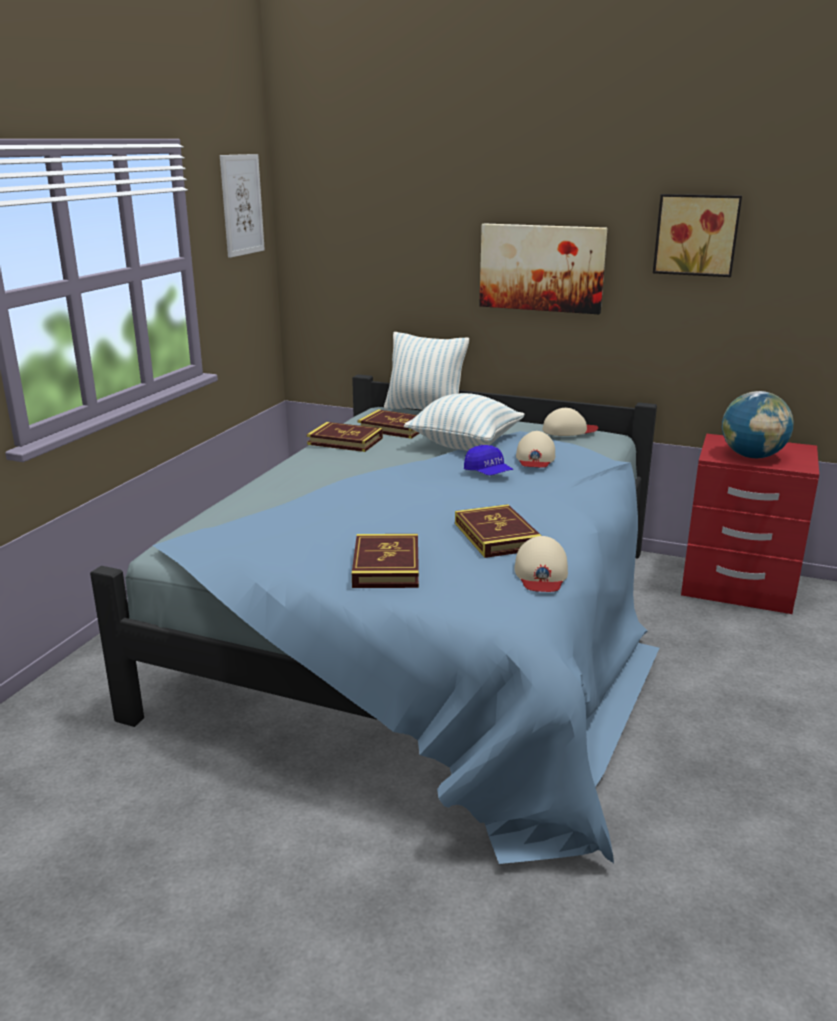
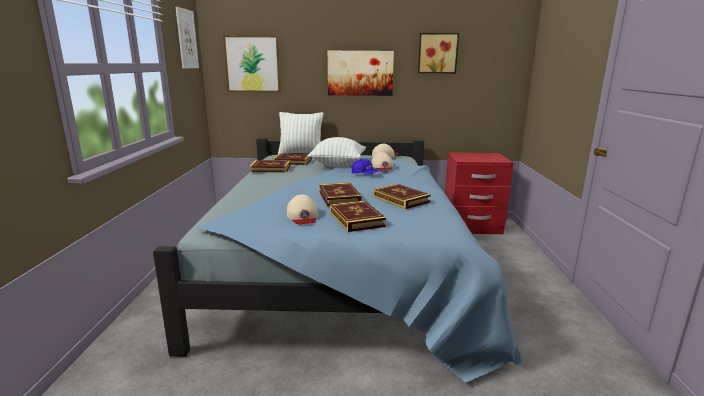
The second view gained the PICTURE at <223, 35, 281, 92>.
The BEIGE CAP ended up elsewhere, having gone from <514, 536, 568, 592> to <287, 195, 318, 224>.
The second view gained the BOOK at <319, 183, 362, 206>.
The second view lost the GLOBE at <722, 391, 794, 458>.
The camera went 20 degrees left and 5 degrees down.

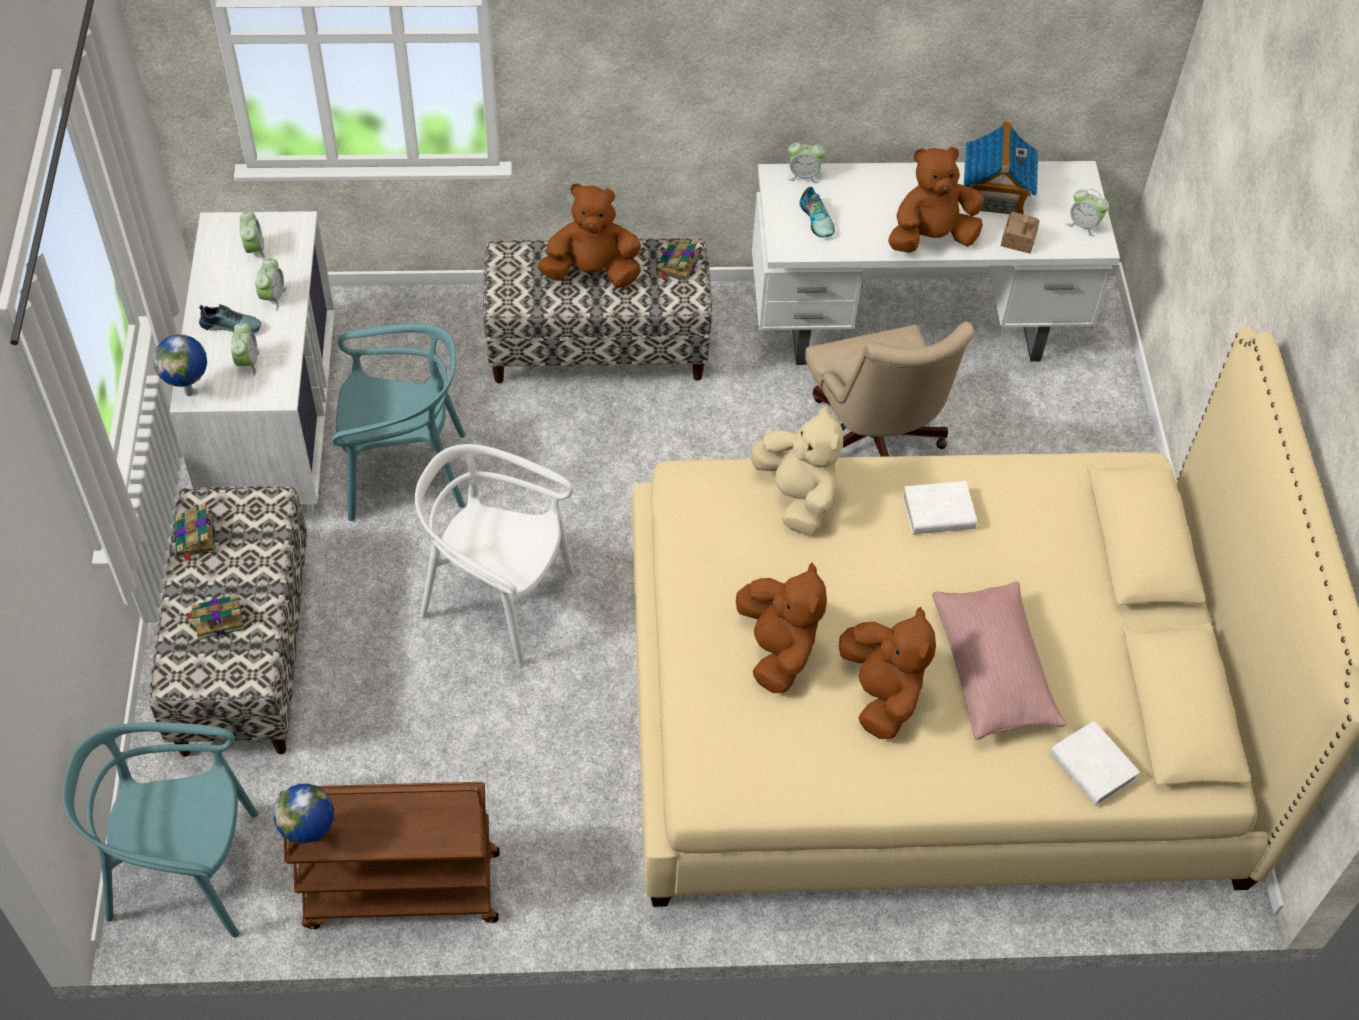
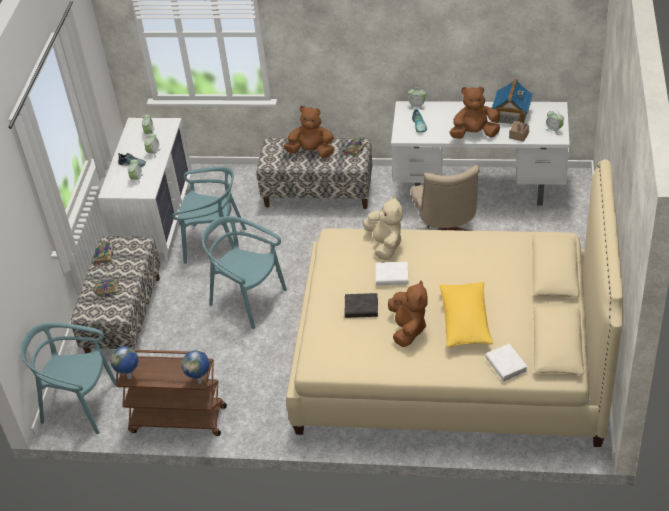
The GLOBE ended up elsewhere, having gone from <153, 334, 207, 396> to <182, 350, 210, 384>.
What was the WHITE CHAIR at <415, 444, 575, 667> turned into the TURQUOISE CHAIR at <202, 216, 287, 329>.
Where the BROWN PLUSH TOY stood at <736, 563, 827, 693>, the BLACK BOOK came to stand at <345, 293, 378, 318>.
The WHITE BOOK ended up elsewhere, having gone from <903, 481, 977, 534> to <376, 262, 408, 286>.
What was the PINK PILLOW at <932, 581, 1066, 740> turned into the YELLOW PILLOW at <440, 282, 493, 348>.
The camera went 15 degrees right and 10 degrees down.

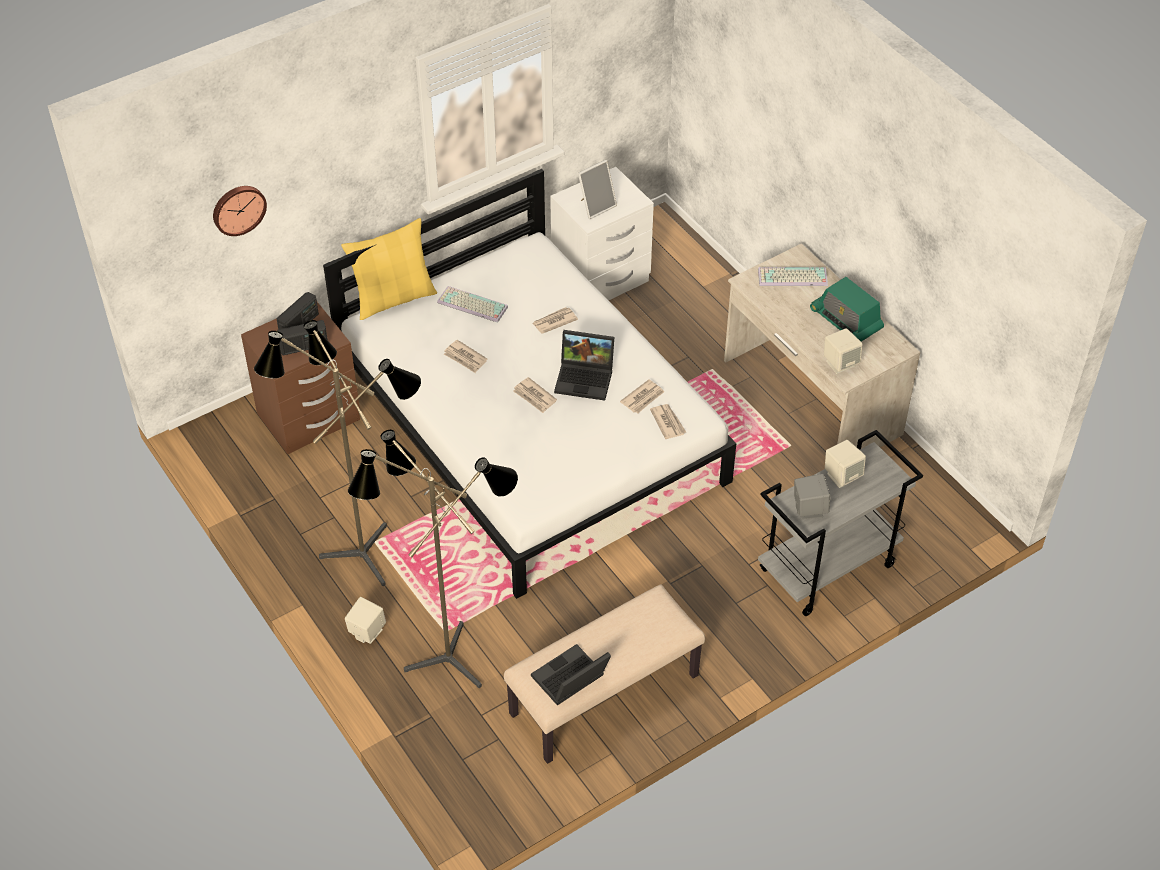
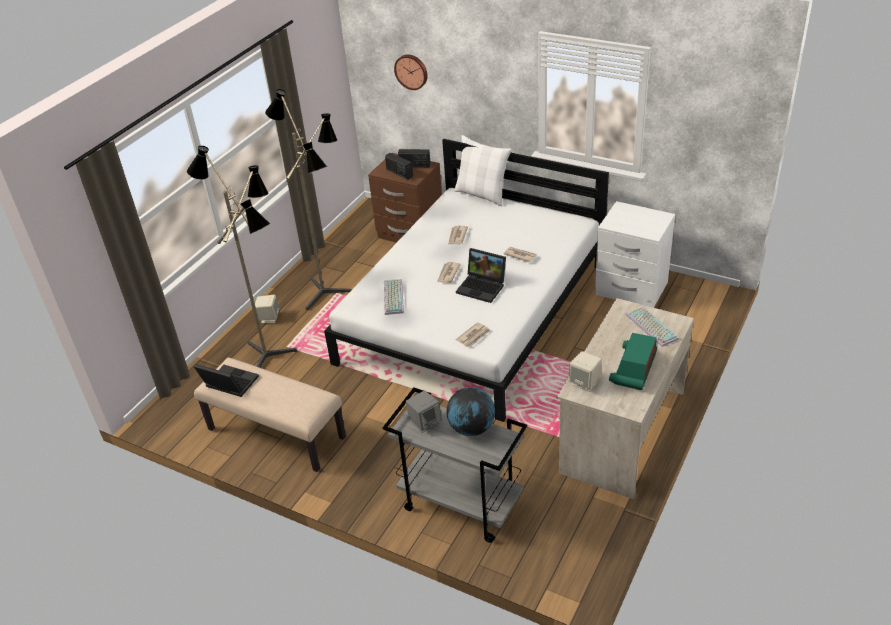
The KEYBOARD ended up elsewhere, having gone from <437, 286, 508, 323> to <384, 279, 404, 315>.
Where the BEIGE SPEAKER stood at <825, 440, 866, 488>, the GLOBE came to stand at <446, 387, 495, 436>.
What was the YELLOW PILLOW at <341, 218, 437, 320> turned into the WHITE PILLOW at <454, 135, 512, 206>.
The LAPTOP at <554, 330, 614, 401> ended up facing another way, 45 degrees counterclockwise from before.
The second view lost the PICTURE FRAME at <578, 160, 617, 219>.
The second view lost the NEWSPAPER at <620, 380, 664, 413>.
The camera went 65 degrees right and 10 degrees down.

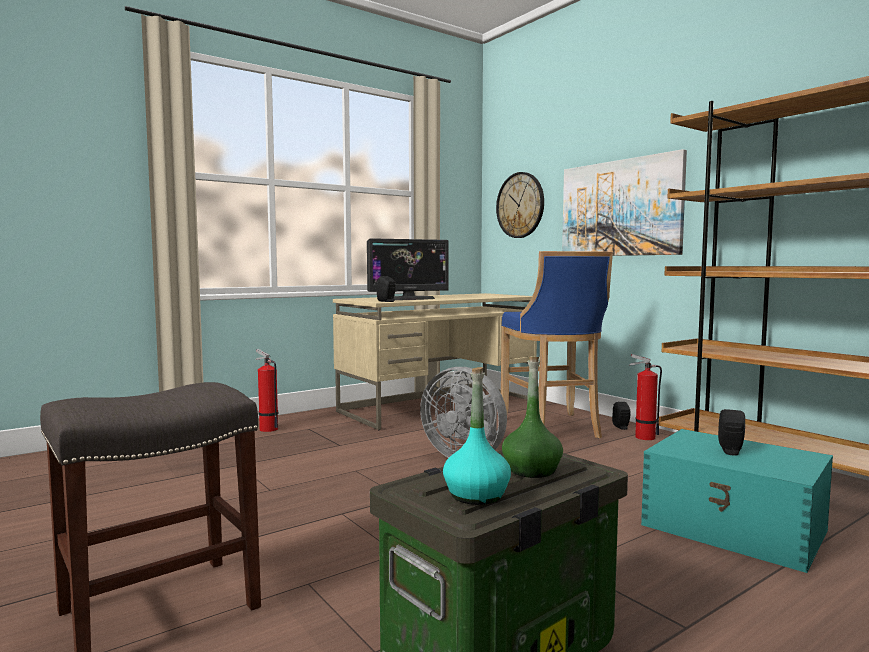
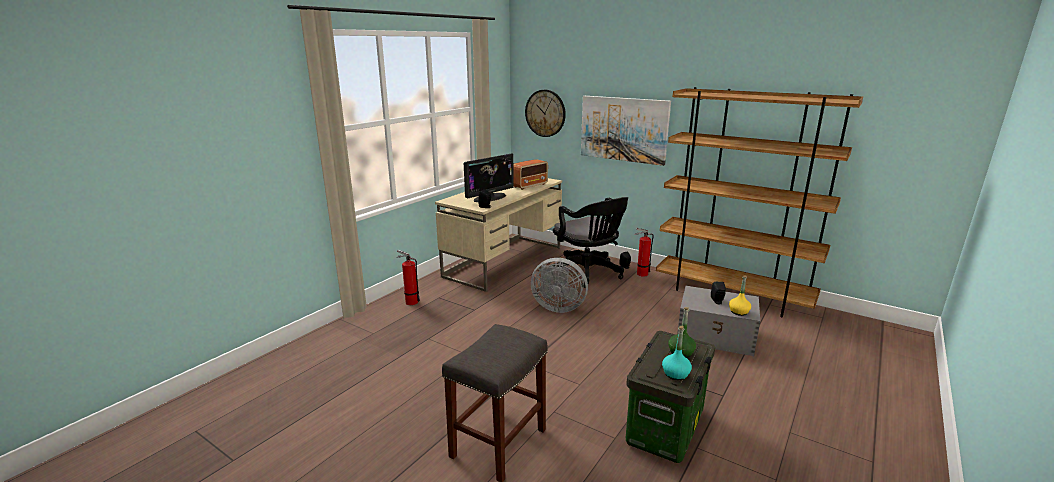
The second view gained the RADIO at <513, 159, 548, 190>.
Where the BLUE STOOL stood at <501, 251, 613, 438>, the BLACK OFFICE CHAIR came to stand at <553, 197, 628, 288>.
What was the TURQUOISE STORAGE BOX at <641, 429, 833, 573> turned into the GREY STORAGE BOX at <677, 286, 760, 356>.
The second view gained the YELLOW BOTTLE at <729, 275, 751, 316>.
The camera went 20 degrees left and 15 degrees up.

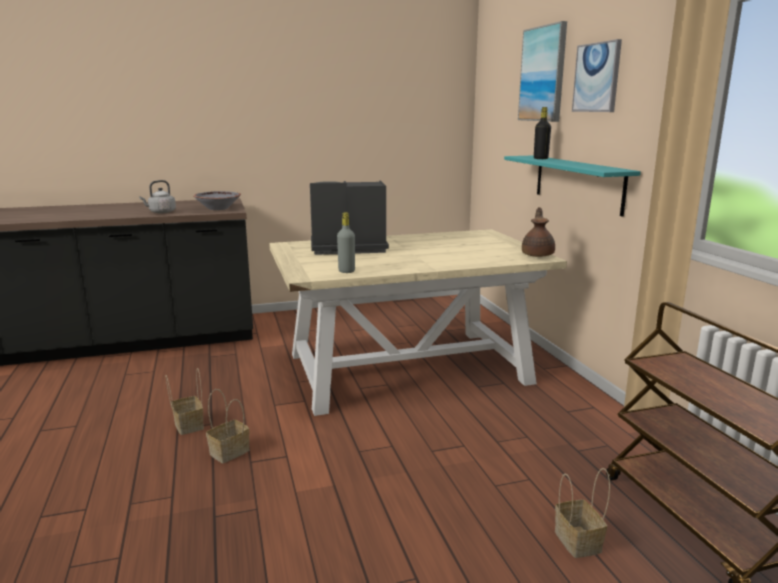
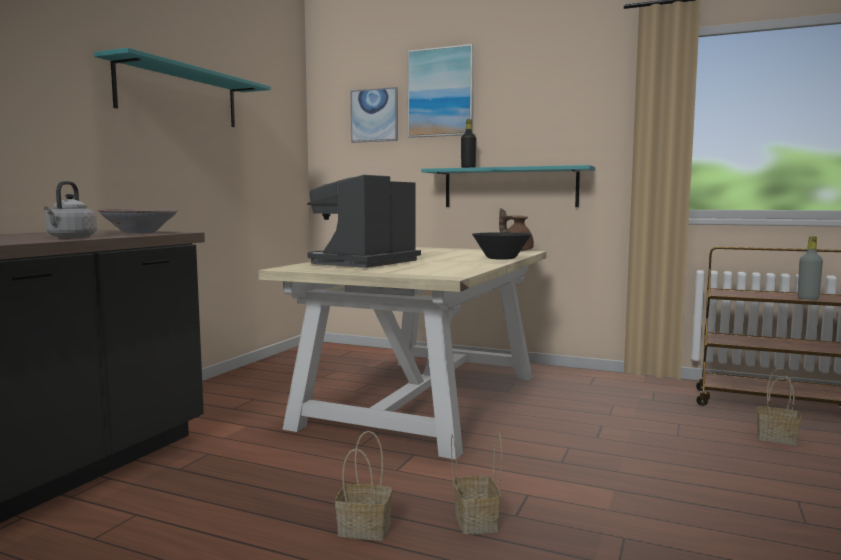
The second view gained the TURQUOISE SHELF at <94, 48, 271, 127>.
The PICTURE ended up elsewhere, having gone from <572, 39, 622, 112> to <350, 87, 398, 143>.
The second view gained the BLACK BOWL at <472, 232, 532, 260>.
The GREY BOTTLE ended up elsewhere, having gone from <337, 212, 355, 273> to <797, 236, 823, 300>.
The camera went 50 degrees left and 10 degrees down.

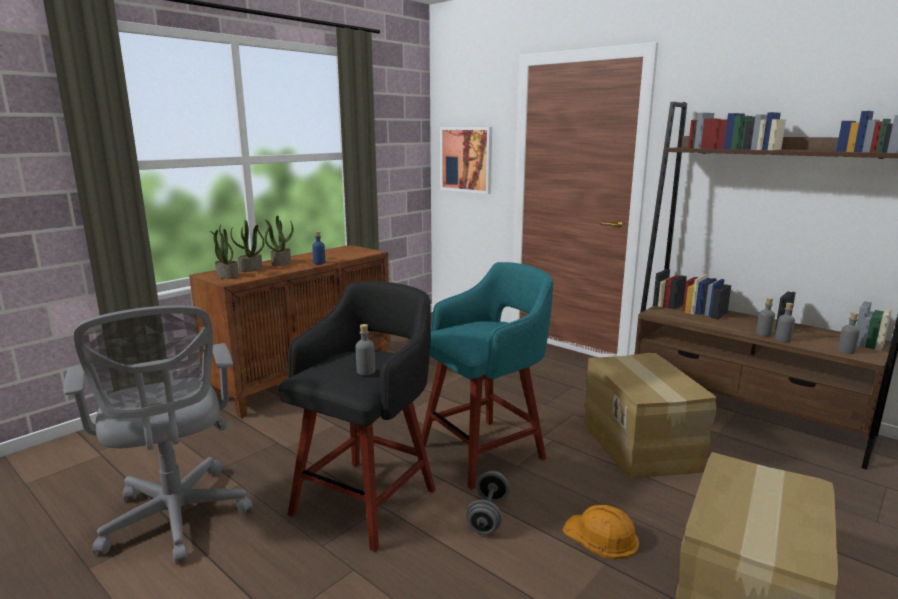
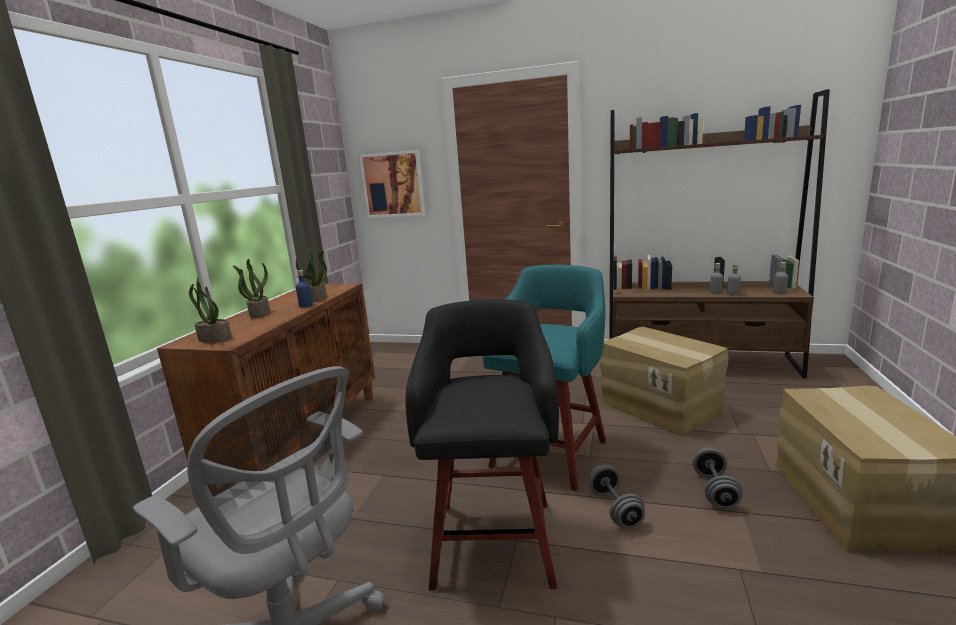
The POTTED PLANT ended up elsewhere, having gone from <230, 220, 264, 272> to <296, 248, 327, 302>.
Where the ORANGE HARD HAT stood at <563, 505, 639, 559>, the GREY DUMBBELL came to stand at <693, 448, 743, 509>.
The second view lost the GREY BOTTLE at <355, 324, 375, 375>.
The camera went 25 degrees left and 0 degrees up.

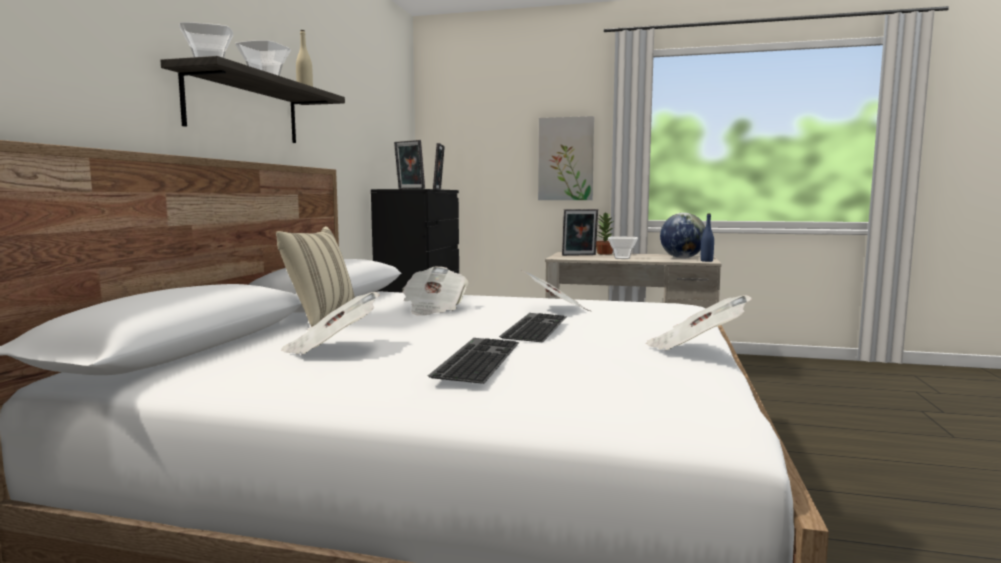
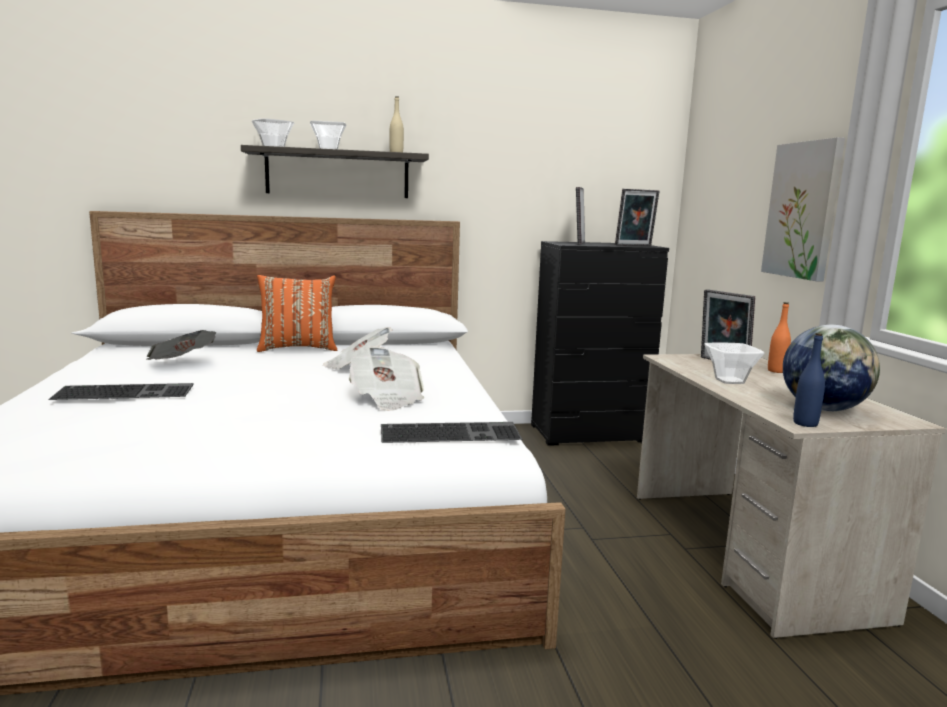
What was the BEIGE PILLOW at <276, 227, 355, 327> turned into the ORANGE PILLOW at <257, 275, 337, 352>.
The KEYBOARD ended up elsewhere, having gone from <499, 313, 567, 342> to <381, 422, 522, 443>.
Where the POTTED PLANT stood at <596, 212, 614, 255>, the ORANGE BOTTLE came to stand at <768, 302, 791, 373>.
The second view lost the NEWSPAPER at <646, 295, 752, 351>.
The camera went 65 degrees right and 5 degrees up.

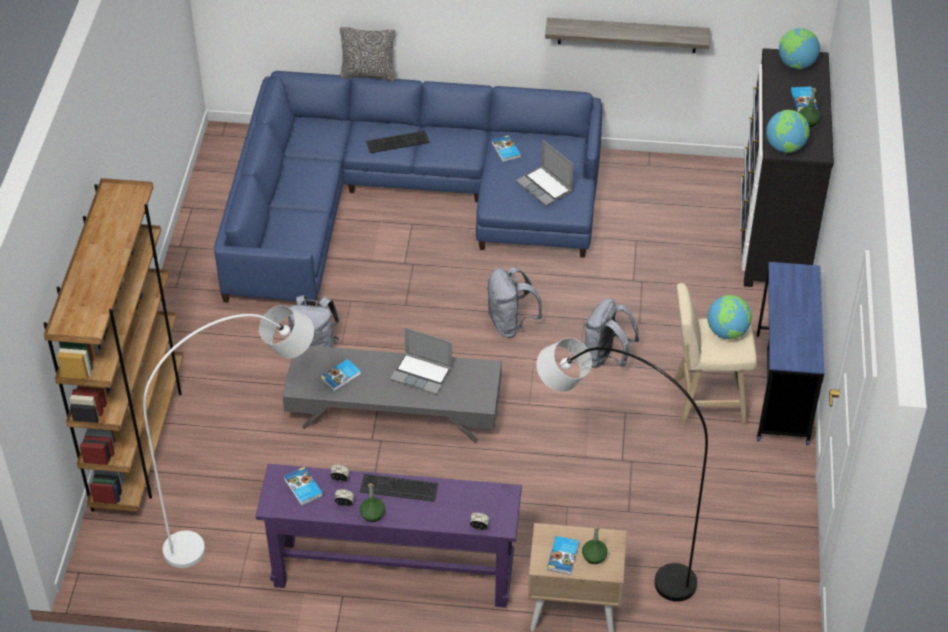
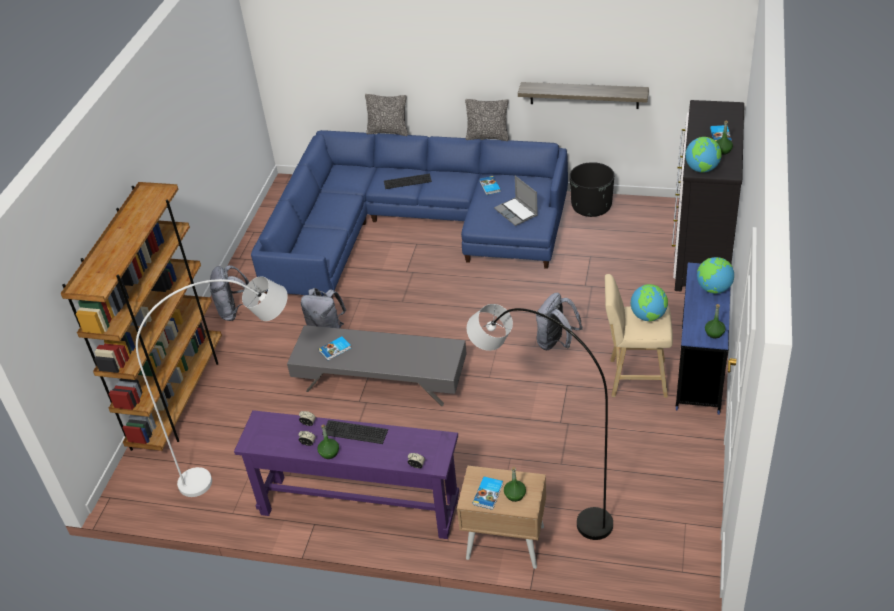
The GREY BACKPACK ended up elsewhere, having gone from <487, 267, 543, 338> to <210, 265, 249, 321>.
The second view gained the PILLOW at <465, 99, 509, 141>.
The second view gained the BLACK PLANTER at <570, 162, 614, 217>.
The GLOBE ended up elsewhere, having gone from <779, 28, 820, 69> to <697, 257, 734, 294>.
The second view gained the GREEN BOTTLE at <705, 304, 725, 338>.
The second view lost the BOOK at <284, 467, 323, 505>.
The second view lost the LAPTOP at <390, 327, 452, 395>.
The camera went 10 degrees right and 5 degrees down.

